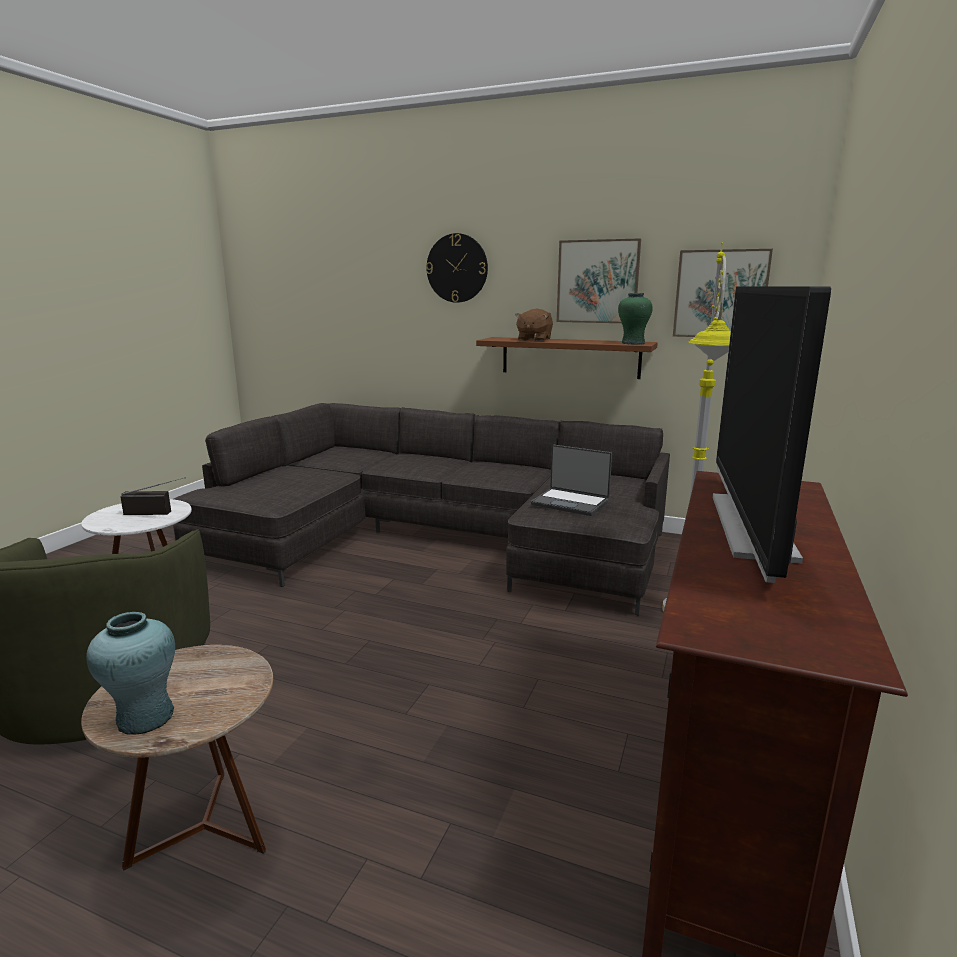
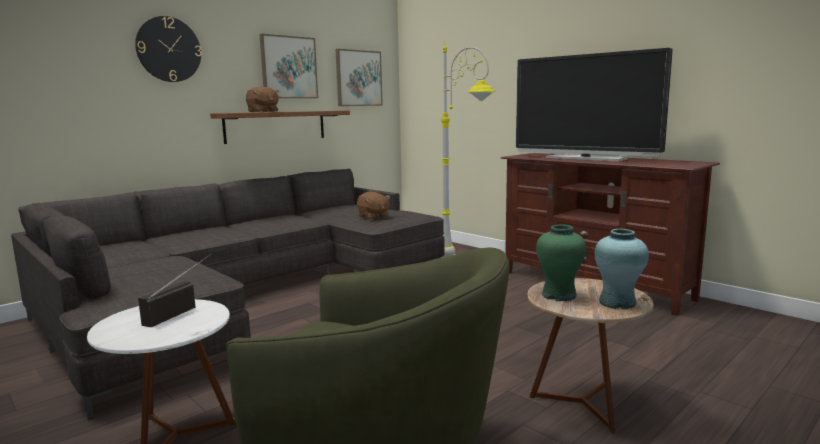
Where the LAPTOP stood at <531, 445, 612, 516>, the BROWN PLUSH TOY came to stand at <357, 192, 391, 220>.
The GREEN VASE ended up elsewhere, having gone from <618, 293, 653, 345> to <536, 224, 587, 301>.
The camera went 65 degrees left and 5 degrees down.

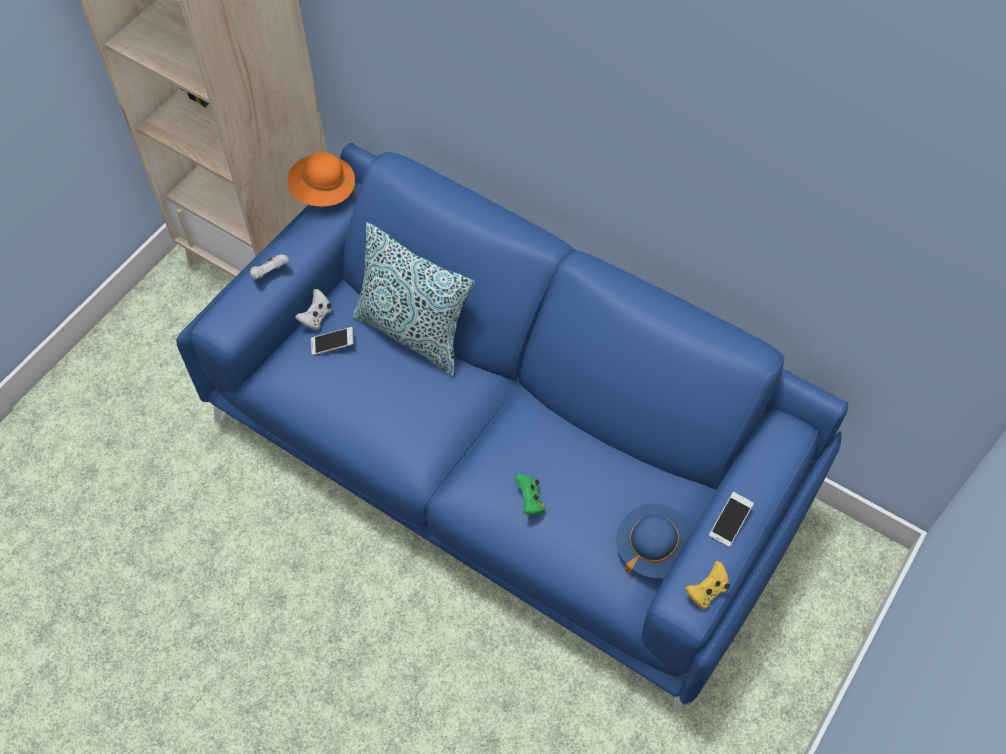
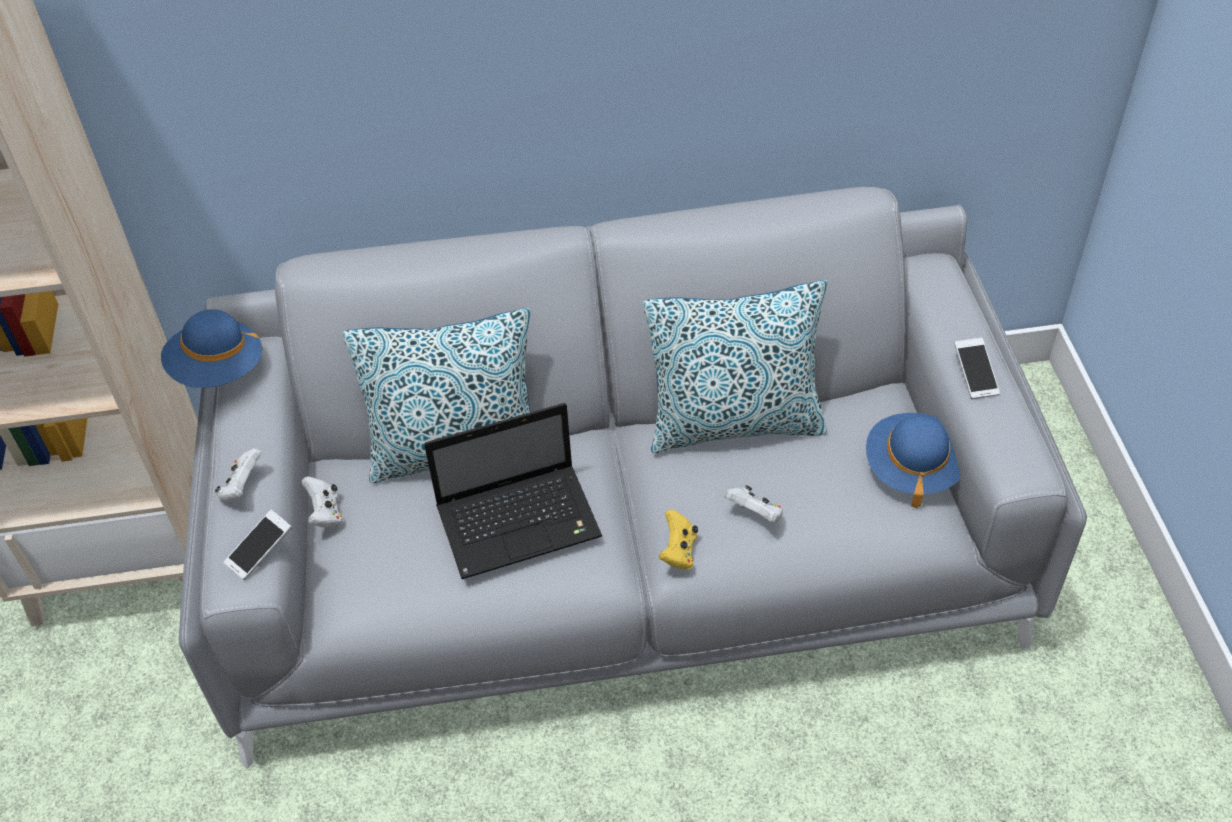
What was the ORANGE HAT at <287, 152, 357, 207> turned into the BLUE HAT at <161, 309, 264, 388>.
What was the BLUE SOFA at <177, 143, 848, 713> turned into the GREY SOFA at <179, 187, 1087, 767>.
The PHONE ended up elsewhere, having gone from <311, 327, 354, 356> to <224, 510, 292, 580>.
The second view gained the LAPTOP at <424, 403, 602, 579>.
The second view gained the PILLOW at <643, 280, 827, 453>.
The YELLOW GAME CONTROLLER ended up elsewhere, having gone from <685, 561, 730, 609> to <659, 509, 698, 570>.
What was the GREEN GAME CONTROLLER at <514, 474, 545, 515> turned into the WHITE GAME CONTROLLER at <725, 485, 783, 523>.
The camera went 40 degrees left and 10 degrees down.

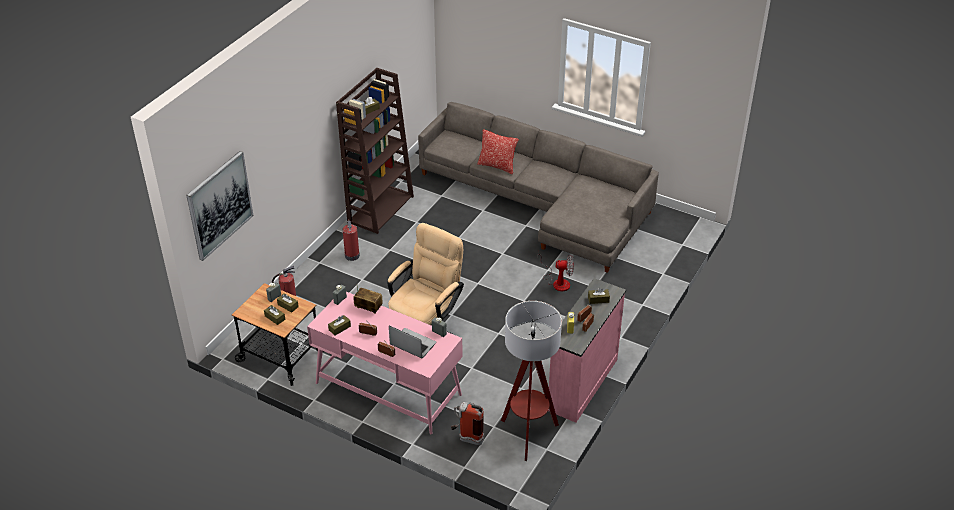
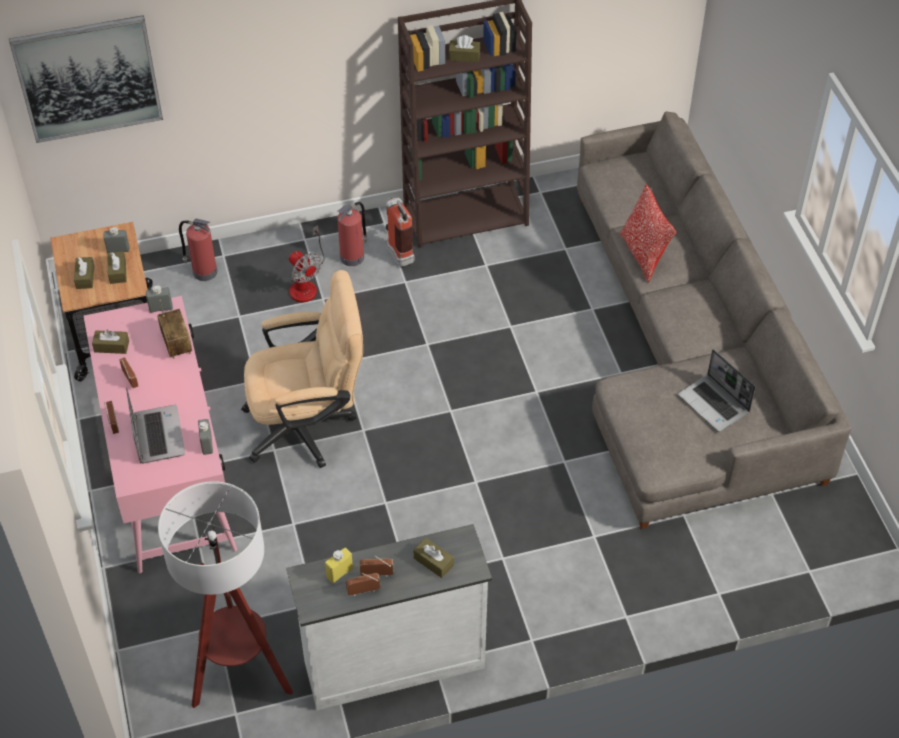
What was the PINK DRESSER at <548, 278, 626, 423> turned into the WHITE DRESSER at <287, 524, 492, 710>.
The FAN ended up elsewhere, having gone from <538, 254, 574, 291> to <289, 225, 324, 302>.
The FIRE EXTINGUISHER ended up elsewhere, having gone from <451, 402, 484, 446> to <386, 197, 415, 267>.
The second view gained the LAPTOP at <678, 349, 755, 432>.
The camera went 45 degrees right and 10 degrees up.

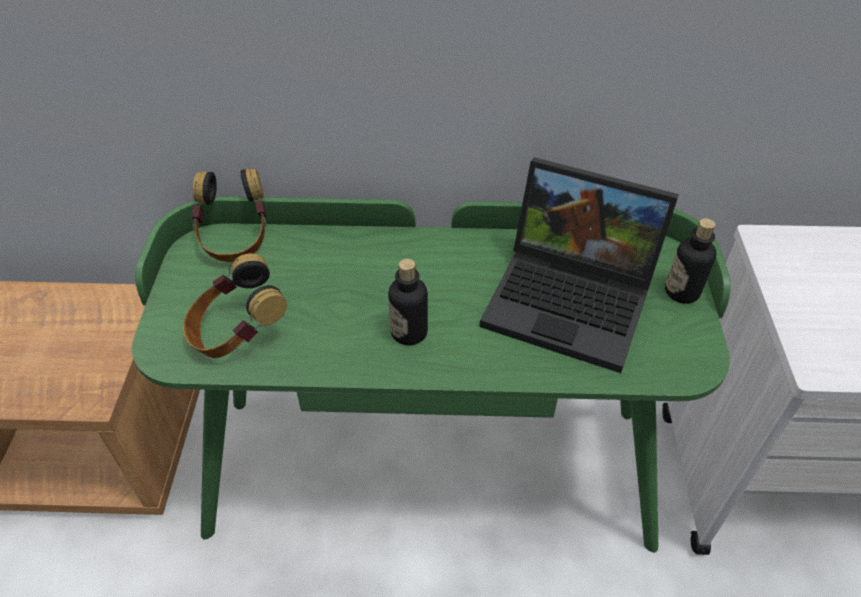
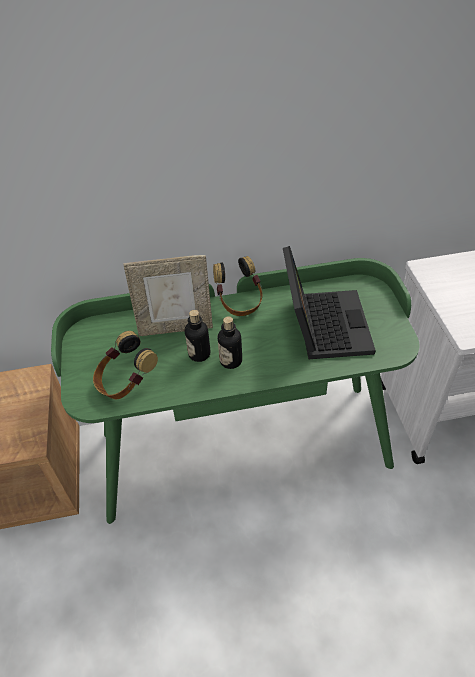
The second view gained the PICTURE FRAME at <123, 255, 213, 336>.
The BOTTLE ended up elsewhere, having gone from <665, 218, 716, 304> to <185, 310, 210, 362>.
The HEADPHONES ended up elsewhere, having gone from <192, 168, 267, 262> to <213, 256, 263, 316>.
The LAPTOP at <480, 157, 679, 373> ended up facing another way, 105 degrees counterclockwise from before.
The camera went 10 degrees left and 0 degrees up.

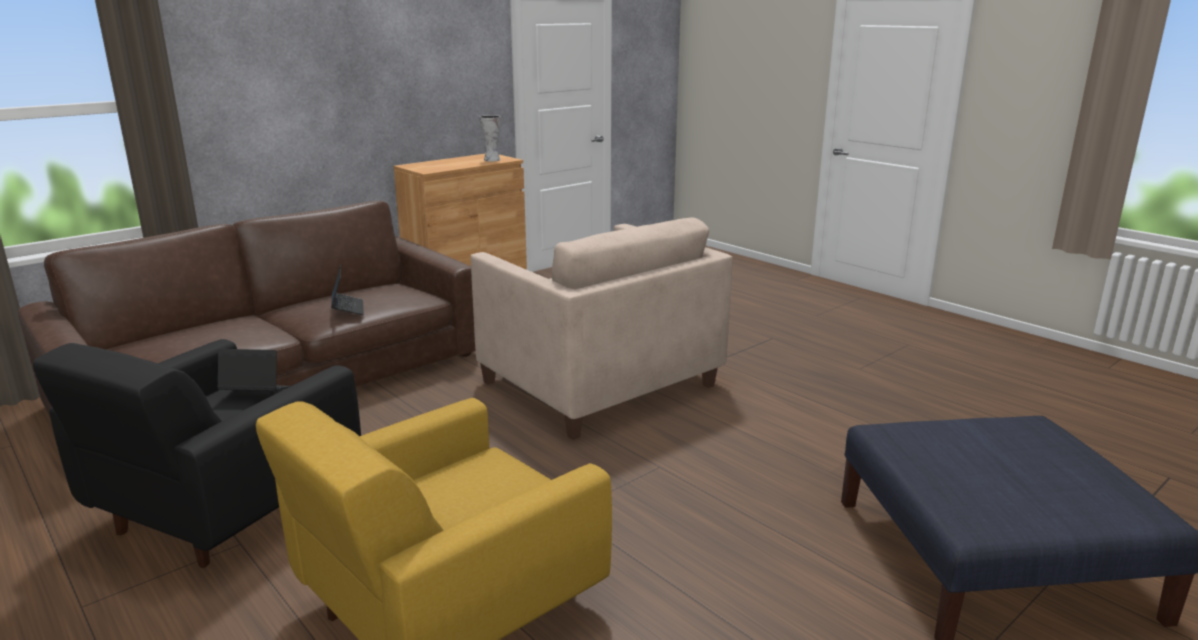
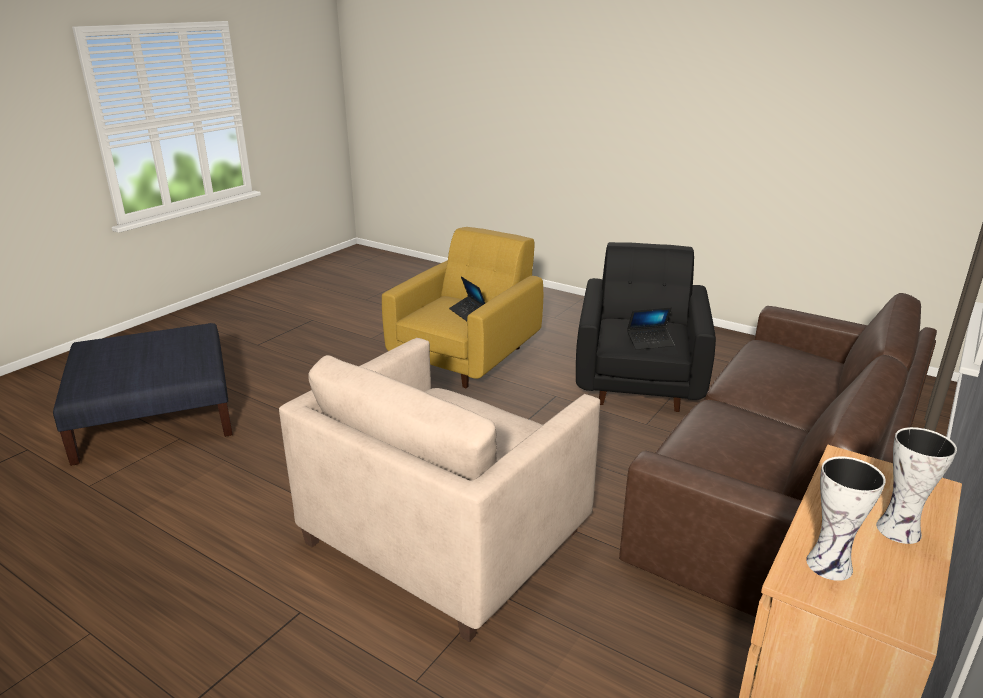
The BEIGE ARMCHAIR at <471, 218, 733, 440> ended up facing another way, 90 degrees counterclockwise from before.
The LAPTOP ended up elsewhere, having gone from <331, 265, 364, 315> to <449, 276, 485, 321>.
The second view gained the VASE at <876, 427, 957, 544>.
The camera went 165 degrees right and 5 degrees up.

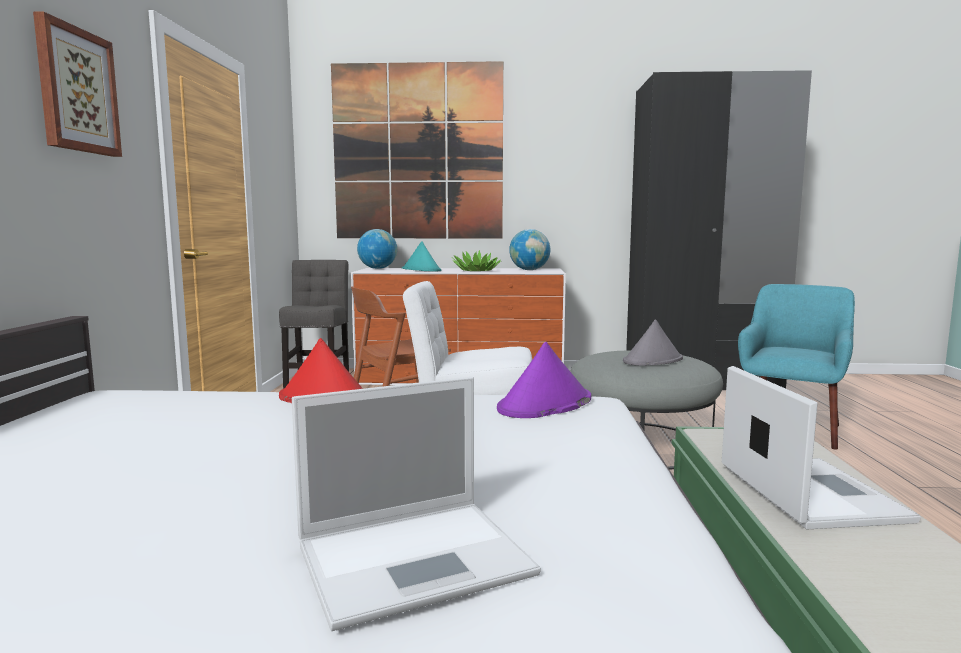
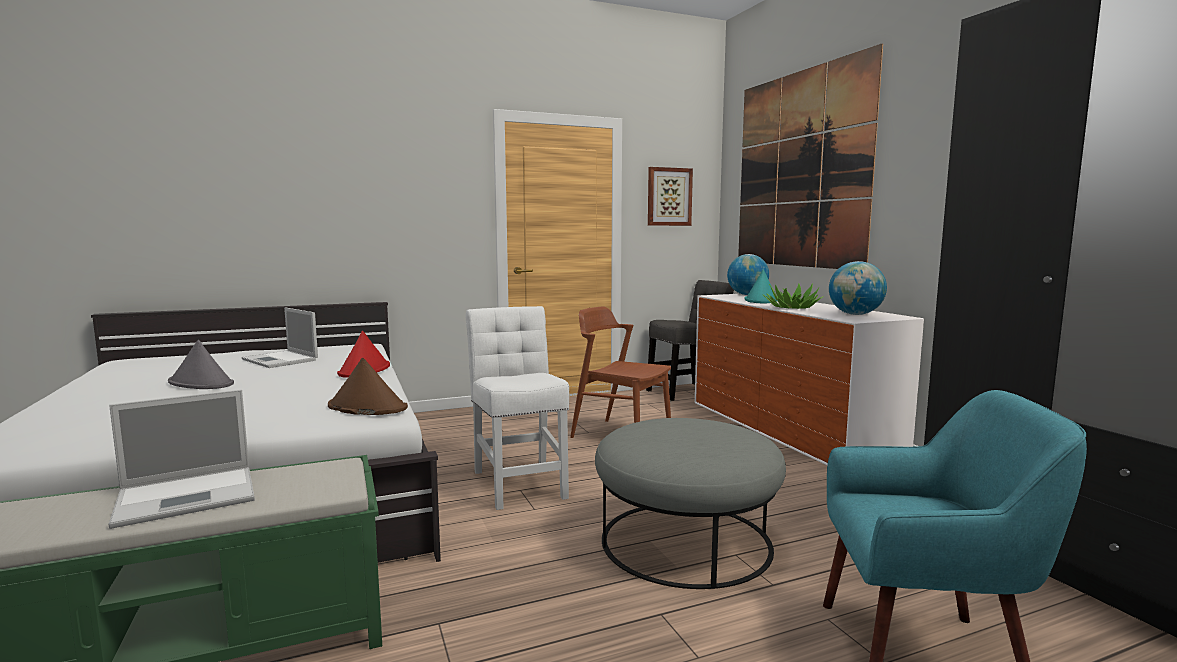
The GREY HAT ended up elsewhere, having gone from <623, 319, 683, 366> to <168, 340, 234, 389>.
The LAPTOP ended up elsewhere, having gone from <292, 377, 541, 631> to <242, 307, 318, 368>.
What was the PURPLE HAT at <497, 342, 591, 418> turned into the BROWN HAT at <328, 358, 408, 415>.
The PICTURE ended up elsewhere, having gone from <33, 11, 122, 157> to <648, 167, 693, 226>.
The camera went 65 degrees right and 0 degrees up.

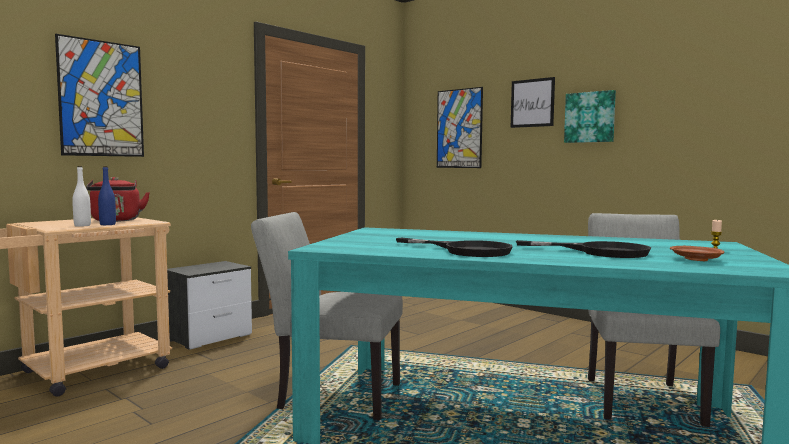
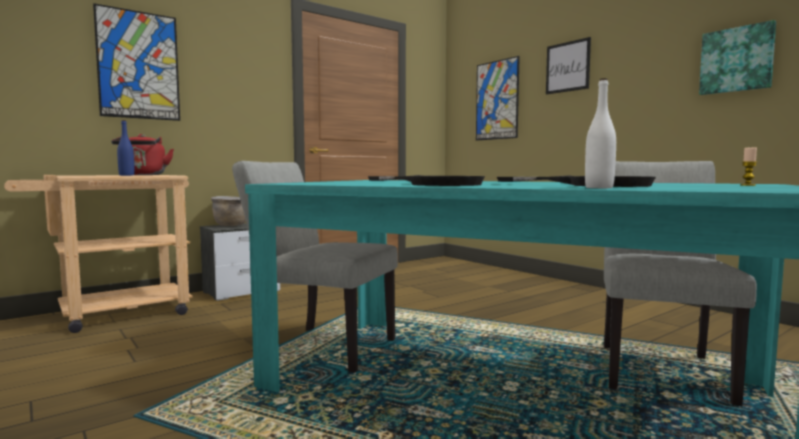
The second view gained the BROWN COOKING POT at <211, 196, 246, 226>.
The WHITE BOTTLE ended up elsewhere, having gone from <72, 166, 91, 227> to <585, 78, 616, 188>.
The PICTURE ended up elsewhere, having gone from <564, 90, 616, 143> to <699, 20, 776, 95>.
The second view lost the BROWN PLATE at <670, 246, 724, 261>.
The camera went 10 degrees right and 0 degrees up.

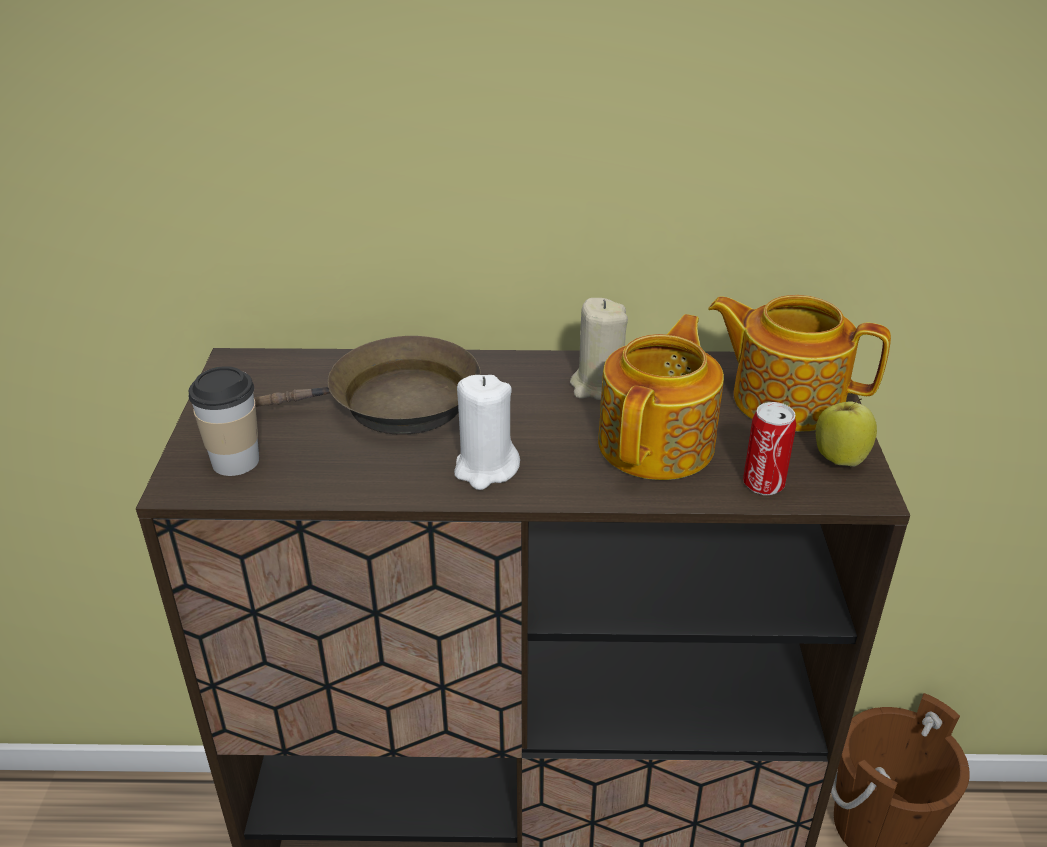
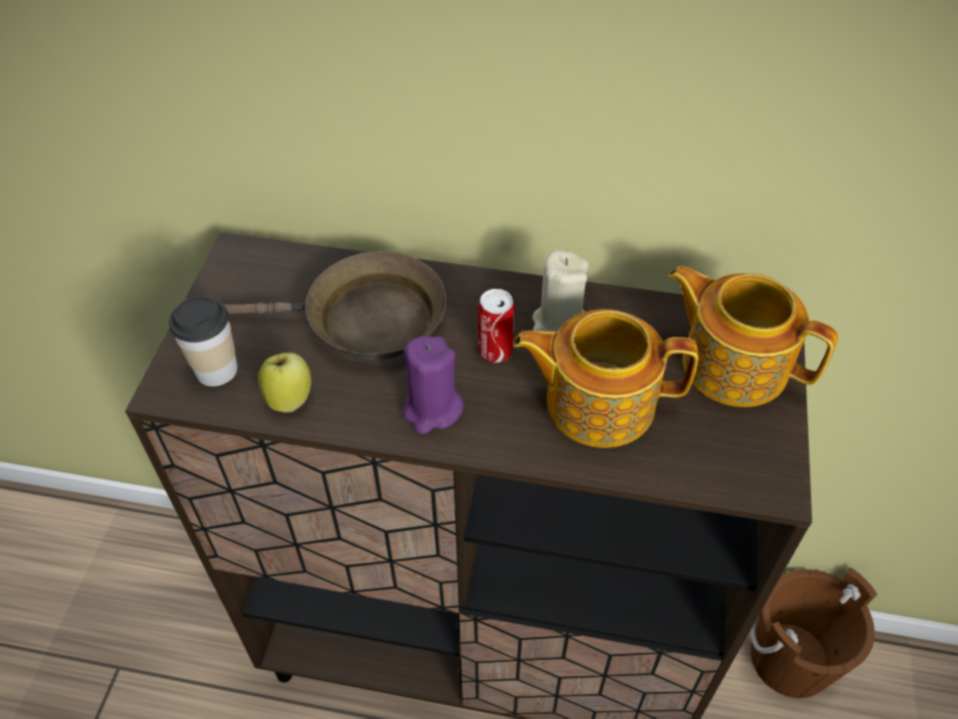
The APPLE ended up elsewhere, having gone from <816, 398, 877, 467> to <258, 353, 311, 412>.
What was the WHITE CANDLE at <454, 375, 520, 490> turned into the PURPLE CANDLE at <402, 336, 464, 434>.
The CAN ended up elsewhere, having gone from <743, 402, 796, 495> to <478, 289, 515, 363>.
The TEAPOT at <598, 314, 724, 480> ended up facing another way, 120 degrees counterclockwise from before.
The camera went 10 degrees right and 15 degrees up.

